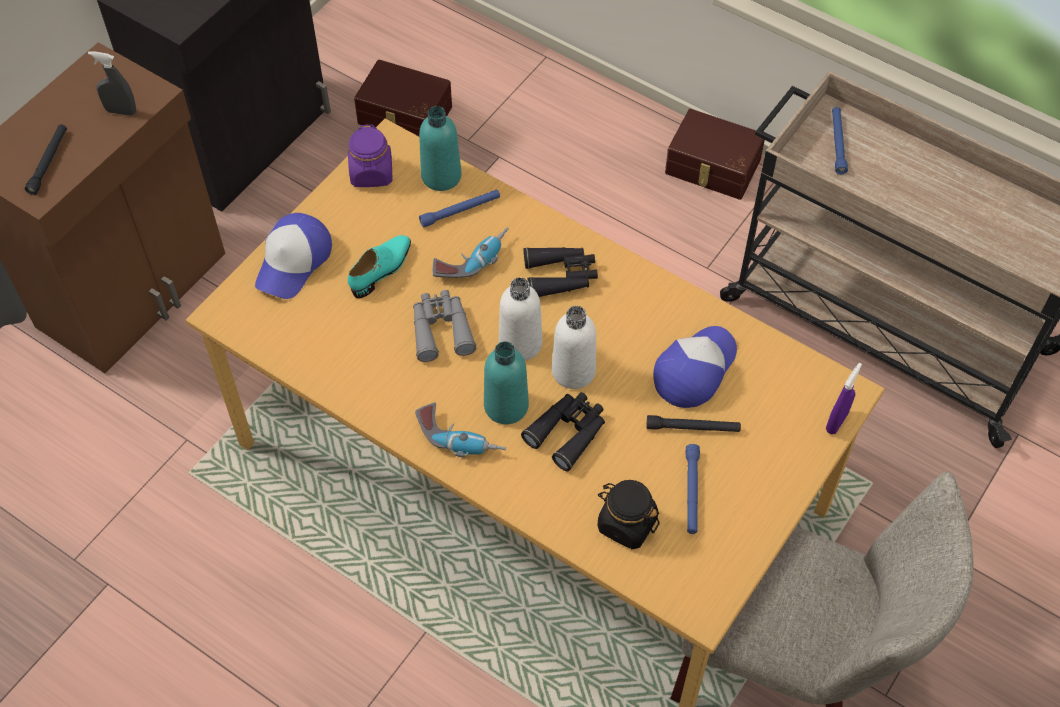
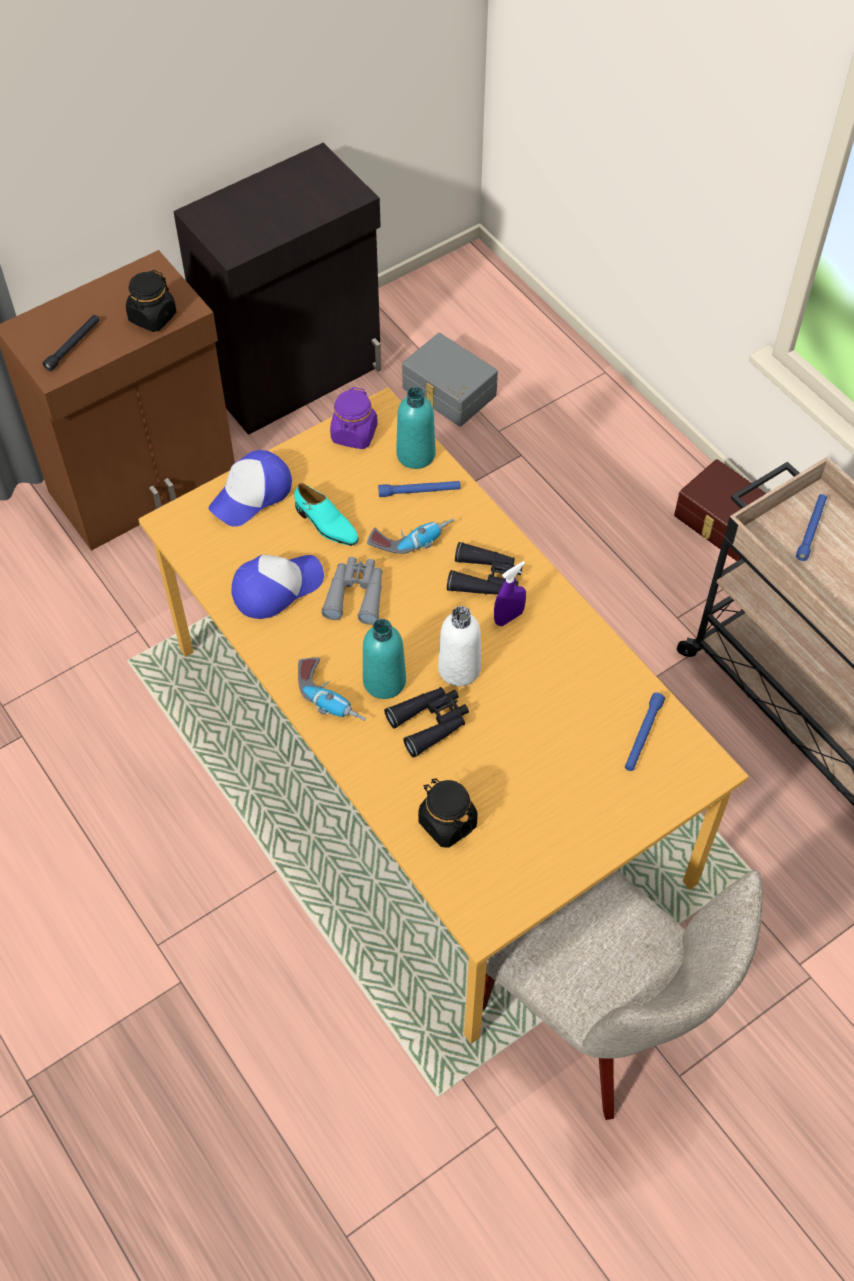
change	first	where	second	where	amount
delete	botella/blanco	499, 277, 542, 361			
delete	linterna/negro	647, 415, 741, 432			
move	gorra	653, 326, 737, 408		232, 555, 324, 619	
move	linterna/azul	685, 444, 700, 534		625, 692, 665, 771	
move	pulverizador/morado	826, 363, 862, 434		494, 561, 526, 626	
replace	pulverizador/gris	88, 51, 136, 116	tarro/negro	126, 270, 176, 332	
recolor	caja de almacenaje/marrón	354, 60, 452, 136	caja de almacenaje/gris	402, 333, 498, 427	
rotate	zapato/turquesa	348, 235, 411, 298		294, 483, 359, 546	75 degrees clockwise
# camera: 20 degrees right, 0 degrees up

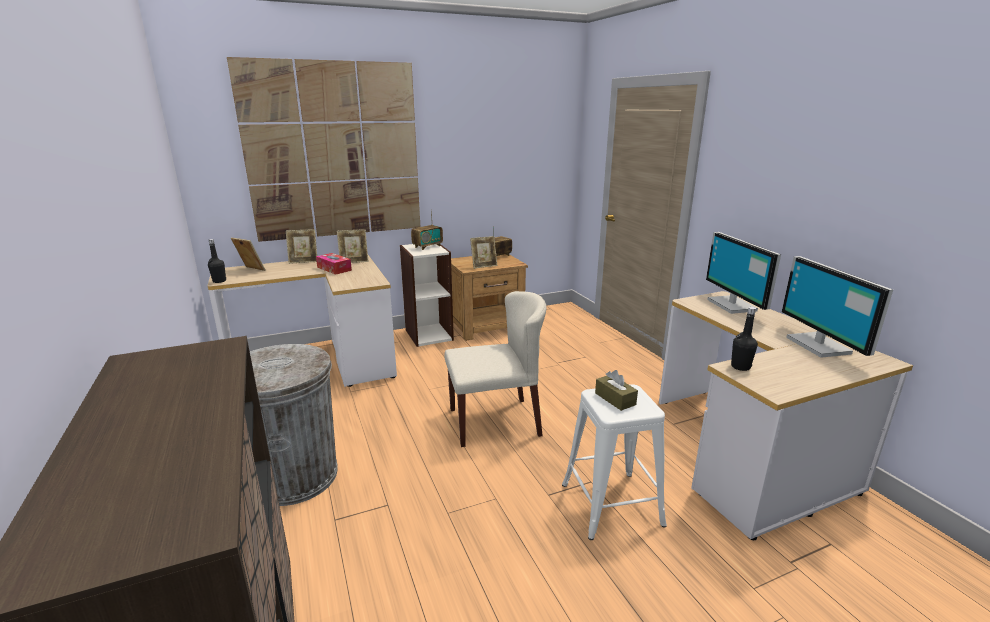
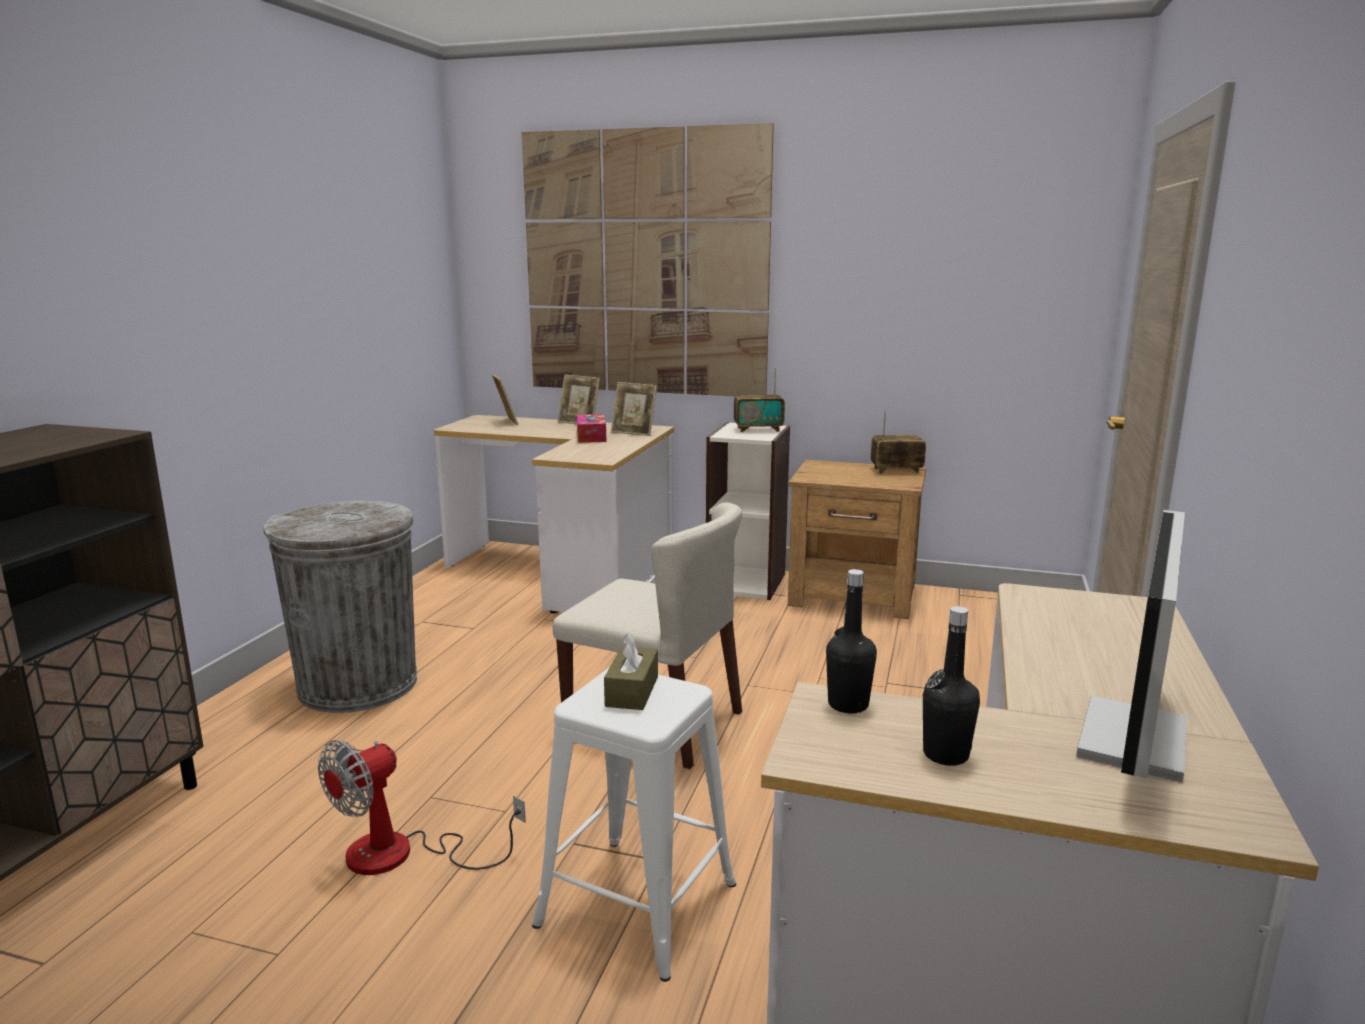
change	first	where	second	where	amount
delete	portarretratos	470, 236, 498, 269			
delete	monitor	706, 232, 781, 314			
insert			ventilador	318, 740, 526, 875	
move	botella/negro	208, 239, 226, 283		923, 606, 980, 766	
# camera: 40 degrees right, 5 degrees down

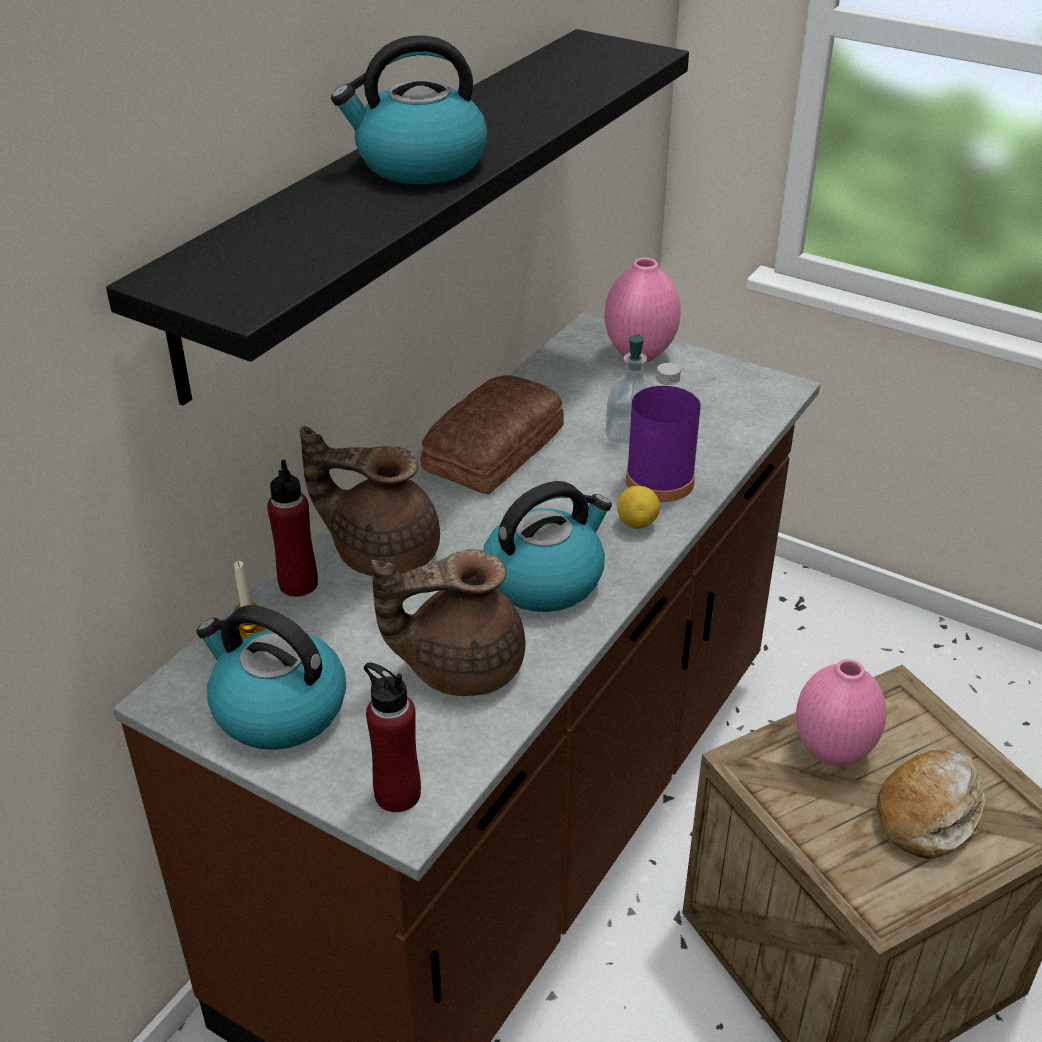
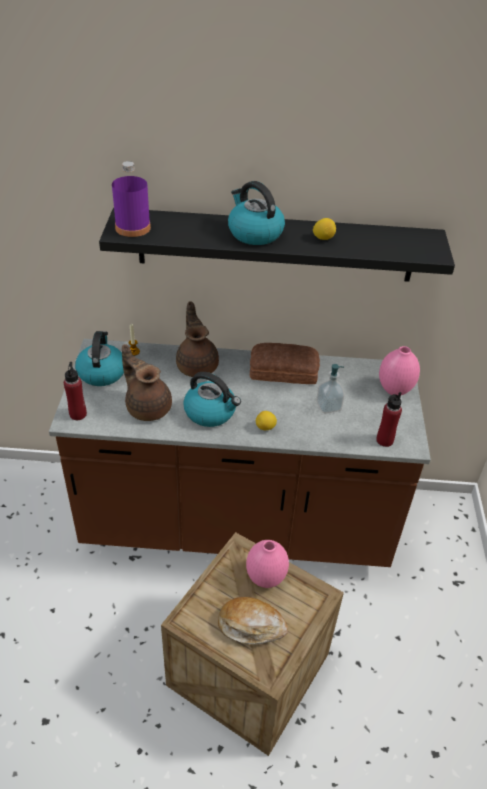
change	first	where	second	where	amount
insert			limón	313, 218, 336, 240	
move	botella/rojo	267, 460, 318, 597		376, 392, 402, 447	
move	botella/morado	626, 363, 700, 502		112, 161, 151, 237	
# camera: 60 degrees right, 5 degrees up

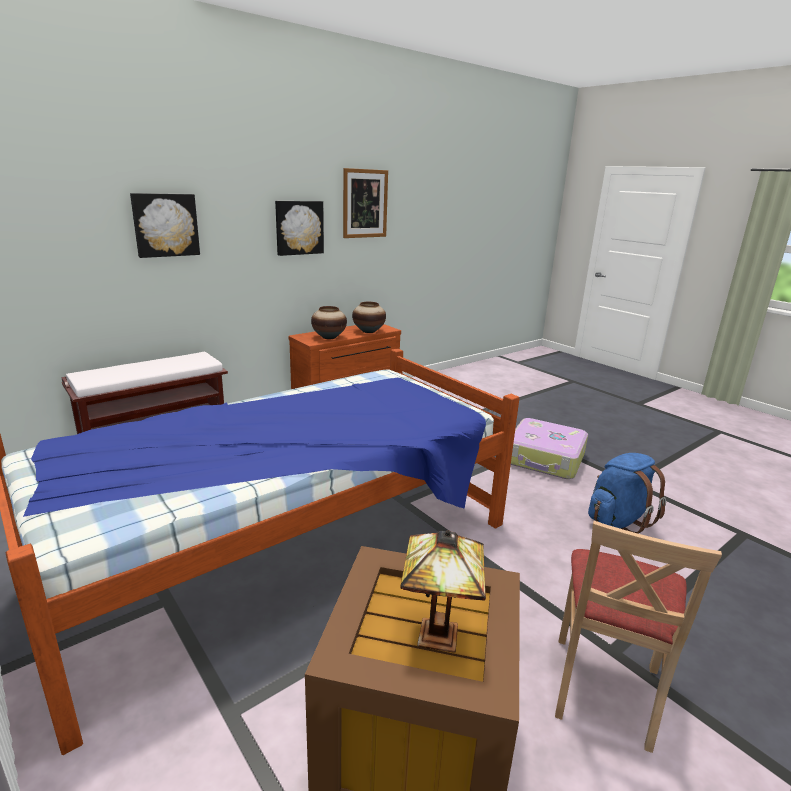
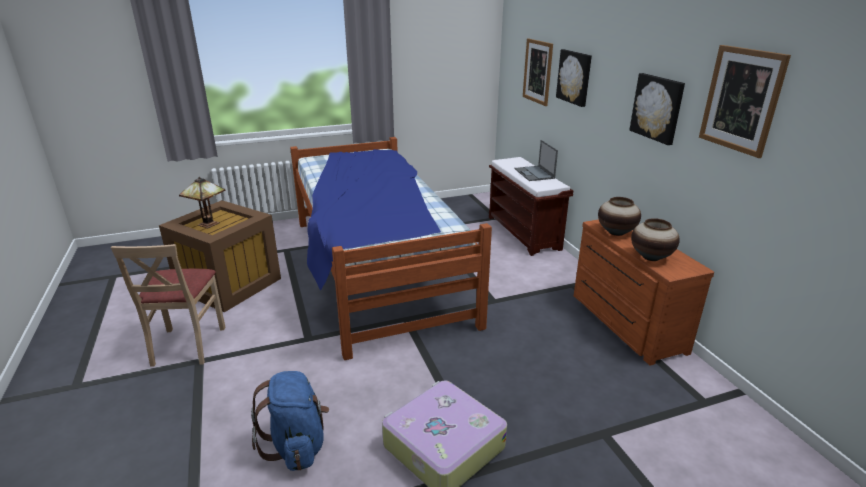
change	first	where	second	where	amount
insert			portátil	514, 140, 558, 181	
insert			cuadro	523, 38, 553, 106	
rotate	silla/beis	555, 521, 722, 753		111, 244, 225, 367	135 degrees counterclockwise
# camera: 110 degrees right, 5 degrees up

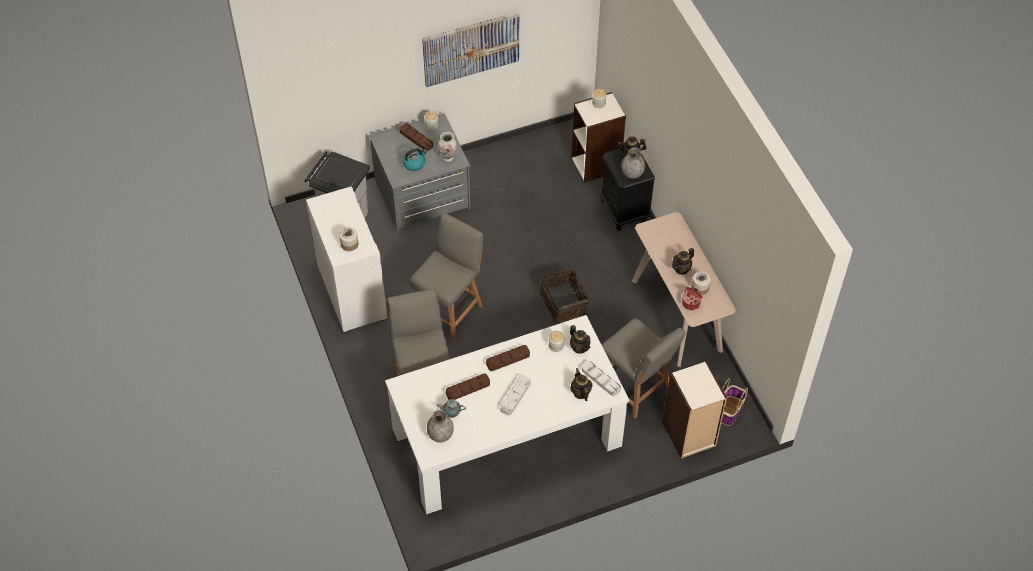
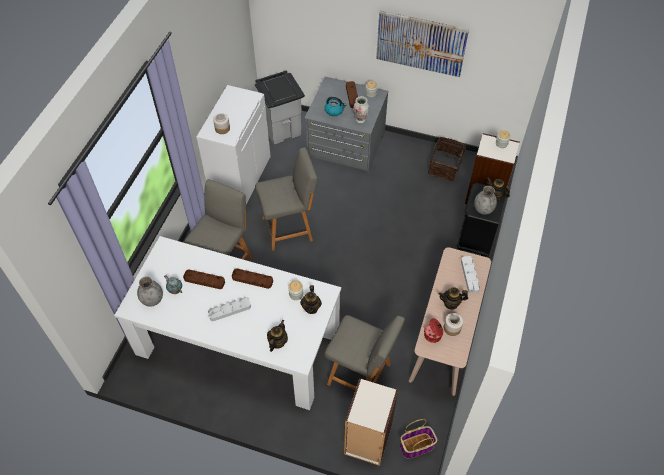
change	first	where	second	where	amount
move	cesta	540, 268, 590, 323		428, 137, 471, 181	
move	bandeja/gris	582, 361, 621, 396		461, 256, 480, 294	
rotate	silla/gris	602, 318, 686, 419		325, 315, 405, 390	60 degrees counterclockwise
# camera: 40 degrees right, 0 degrees up

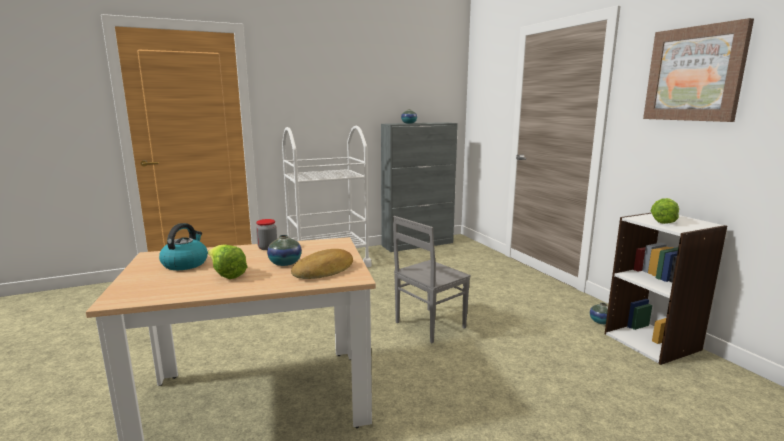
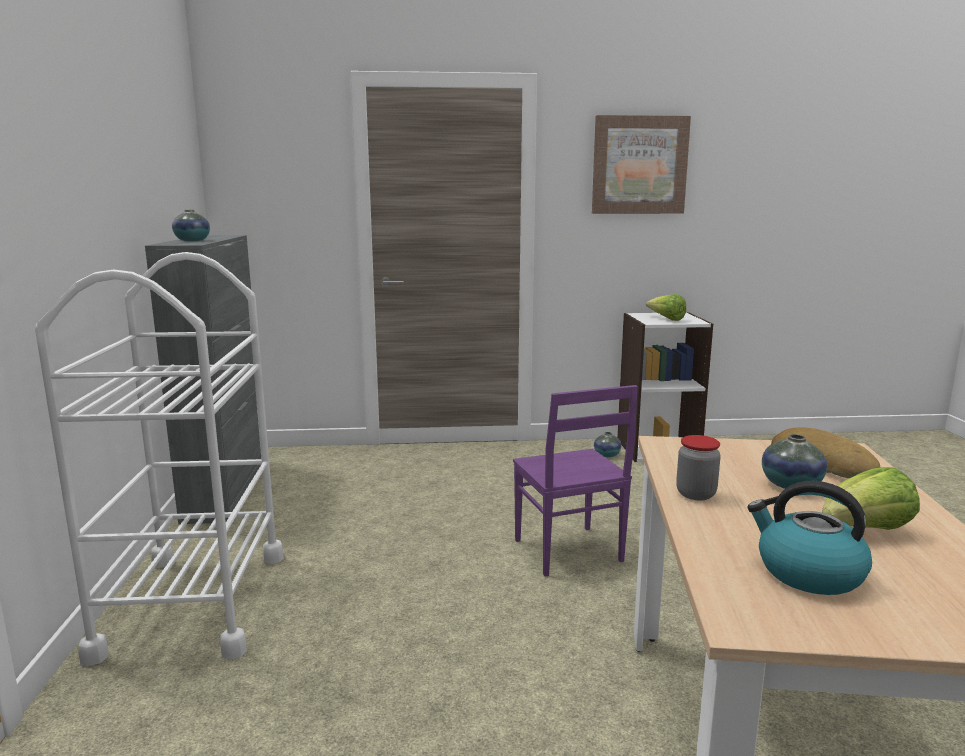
change	first	where	second	where	amount
recolor	silla/gris	393, 216, 471, 343	silla/morado	513, 385, 638, 576	
# camera: 70 degrees left, 0 degrees up

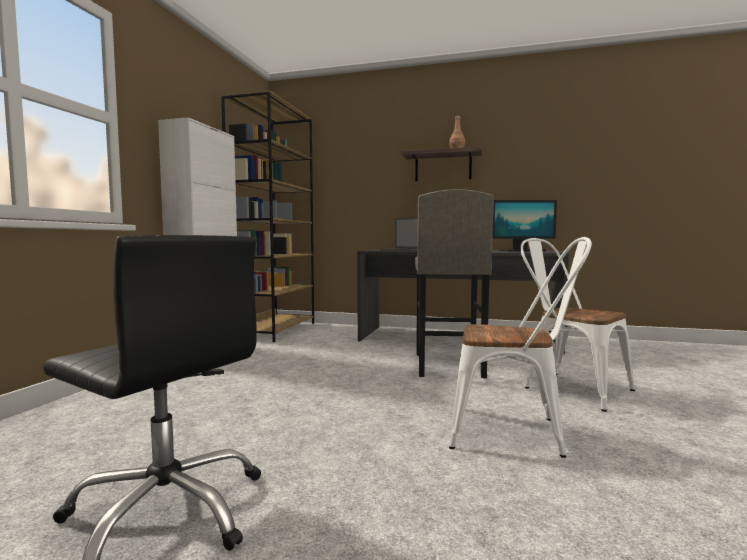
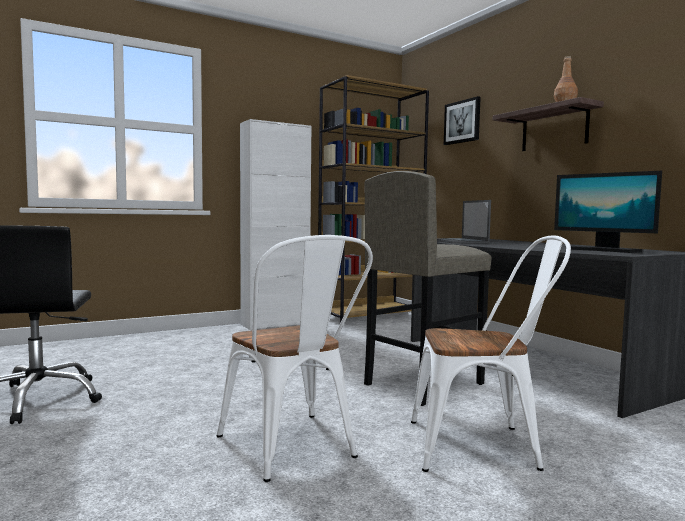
change	first	where	second	where	amount
insert			cuadro	444, 96, 481, 145	
rotate	silla/blanco	520, 238, 635, 412		411, 235, 571, 472	90 degrees clockwise
# camera: 45 degrees right, 0 degrees up

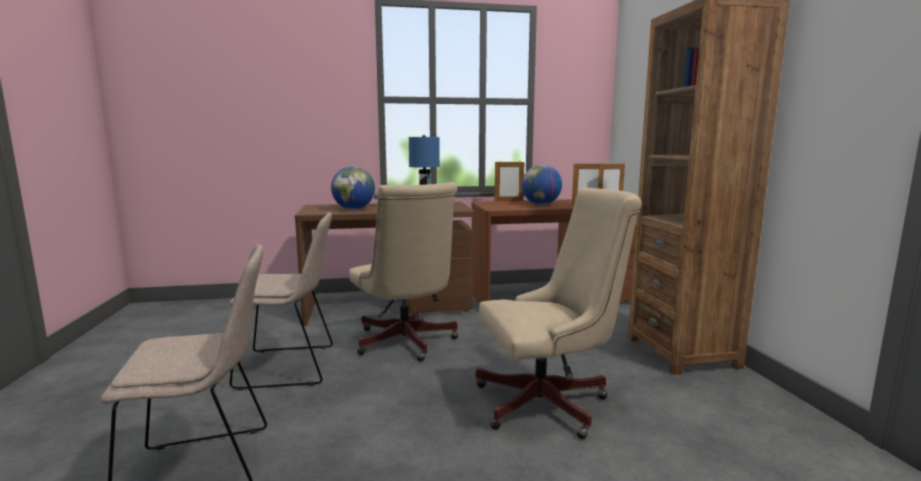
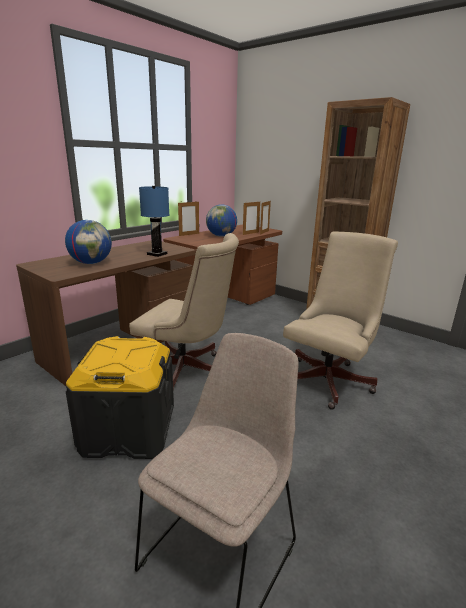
change	first	where	second	where	amount
replace	silla/beis	229, 212, 333, 390	caja de almacenaje/negro	66, 336, 174, 459	
# camera: 40 degrees left, 10 degrees up

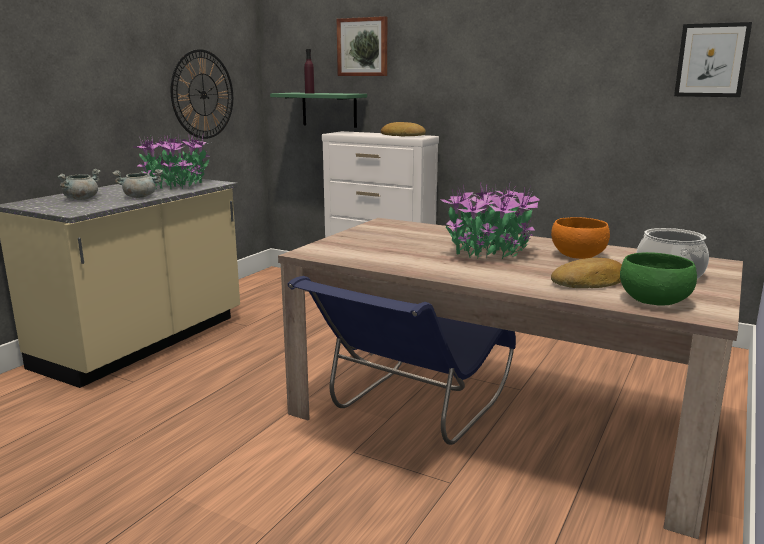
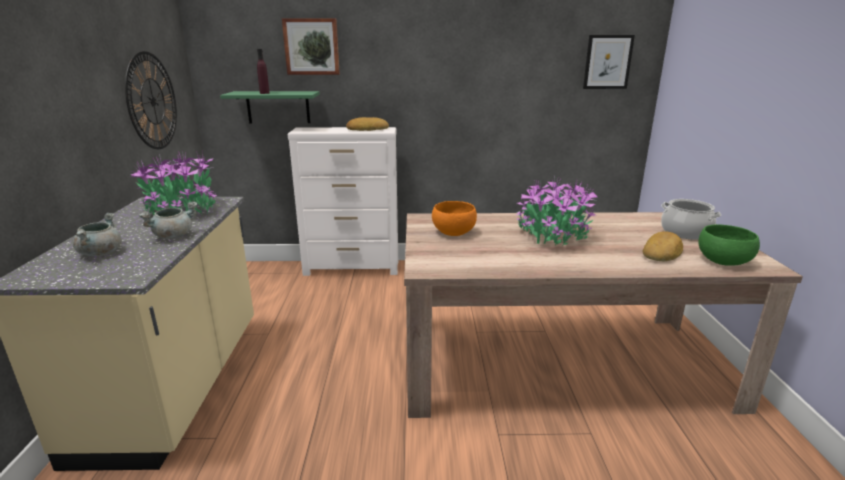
change	first	where	second	where	amount
delete	silla/azul	287, 276, 516, 445			
move	cuenco/naranja	551, 217, 610, 259		432, 201, 477, 236	
# camera: 30 degrees left, 5 degrees up

